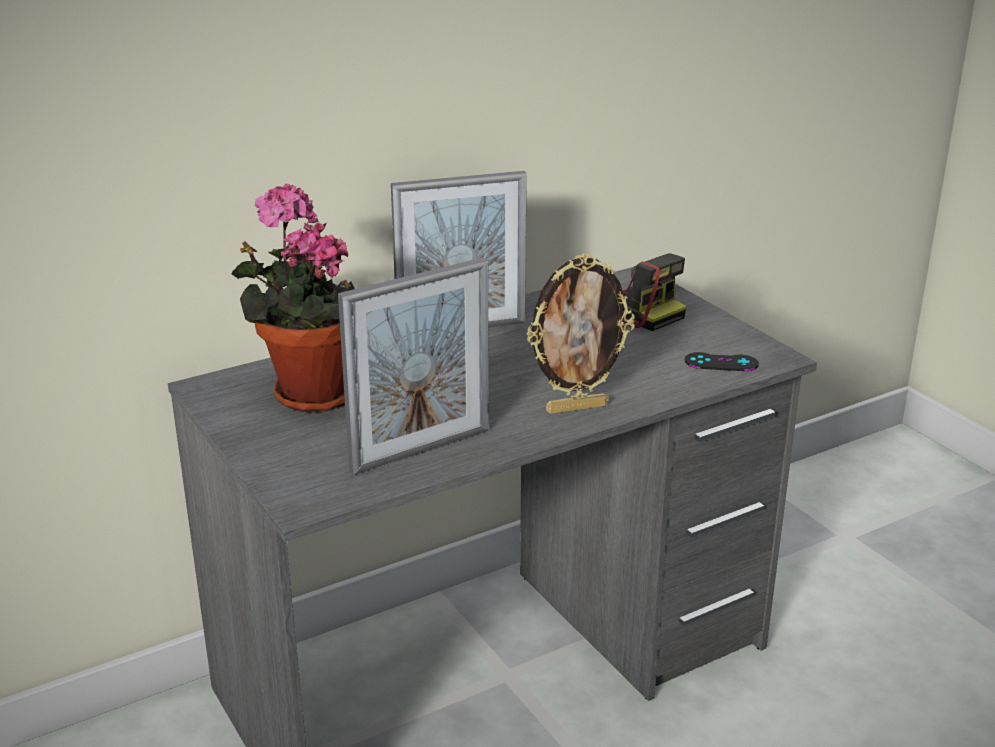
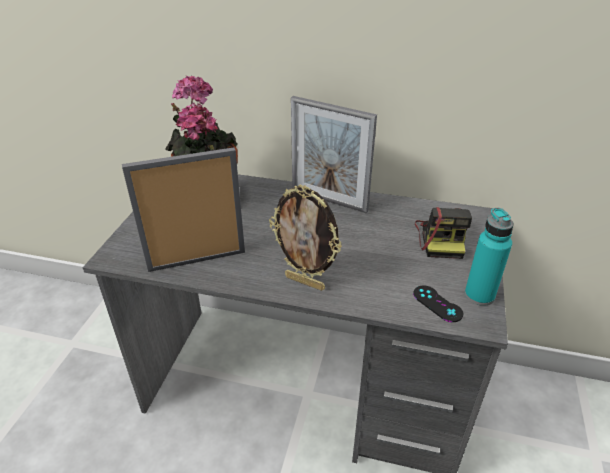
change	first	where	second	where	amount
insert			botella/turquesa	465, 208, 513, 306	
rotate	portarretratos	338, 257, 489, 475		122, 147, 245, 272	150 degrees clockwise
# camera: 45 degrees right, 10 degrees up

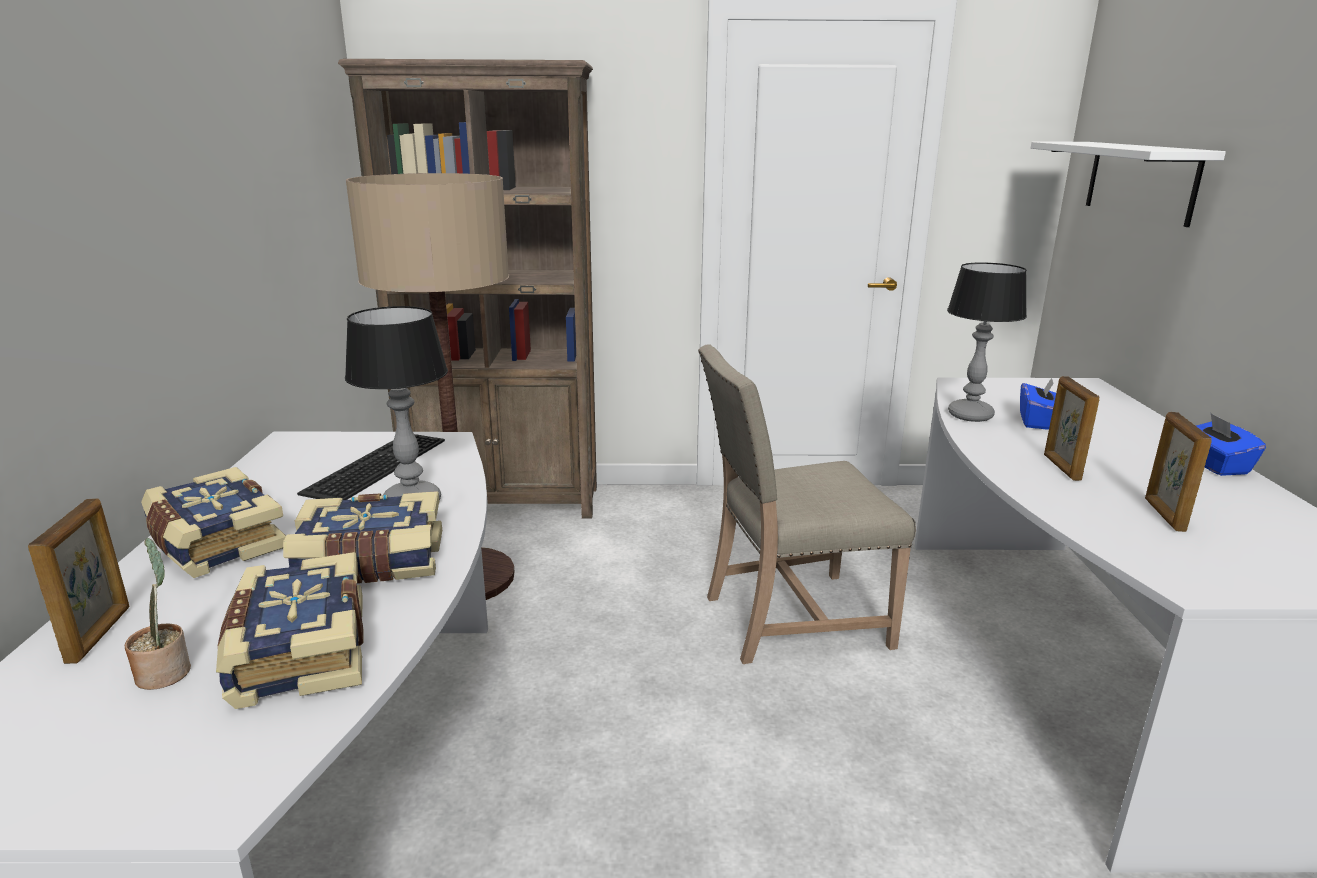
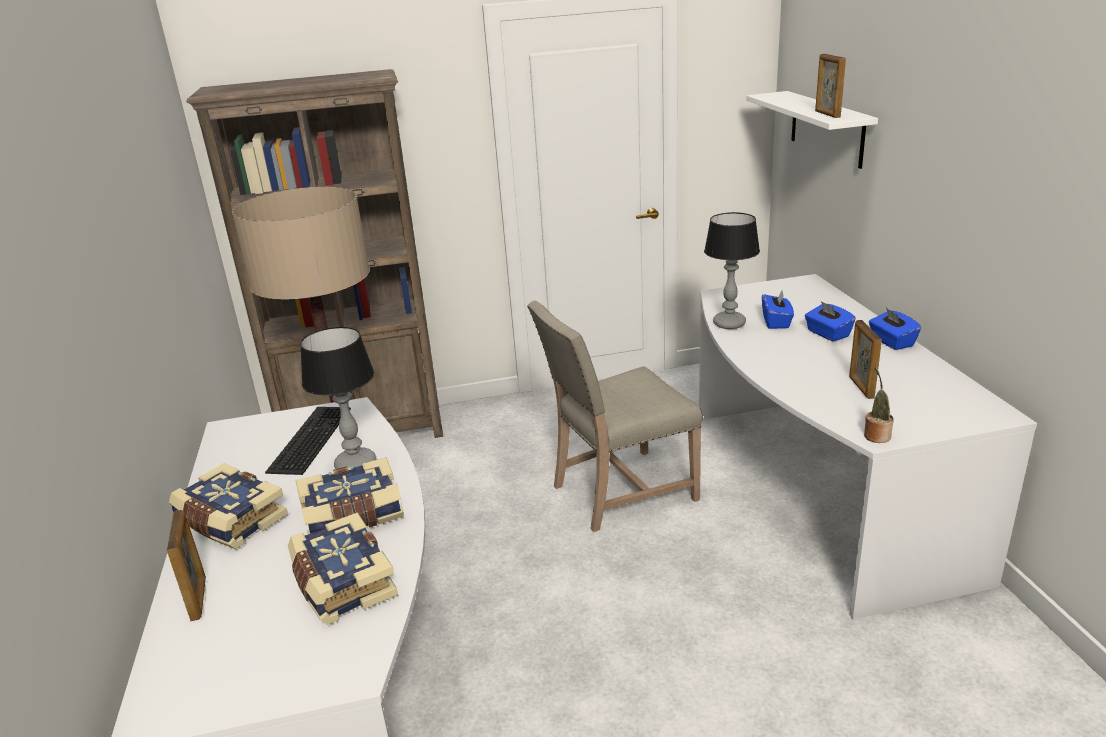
change	first	where	second	where	amount
insert			caja de pañuelos/azul	805, 301, 856, 342	
move	planta en maceta	125, 538, 191, 690		864, 367, 894, 443	
move	portarretratos	1044, 376, 1100, 481		815, 54, 846, 118	
# camera: 10 degrees left, 5 degrees up

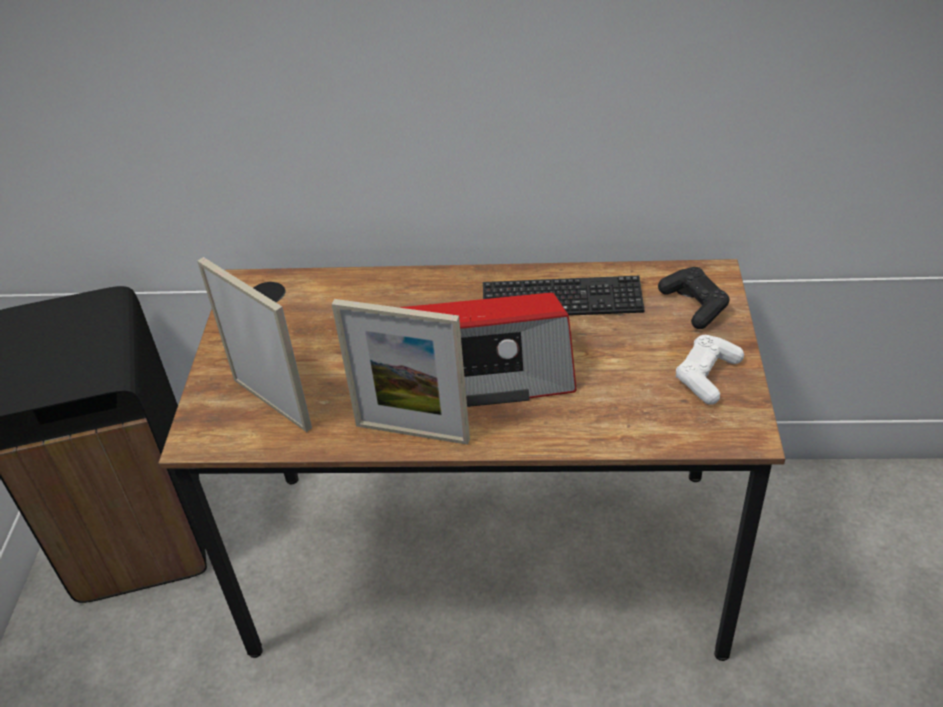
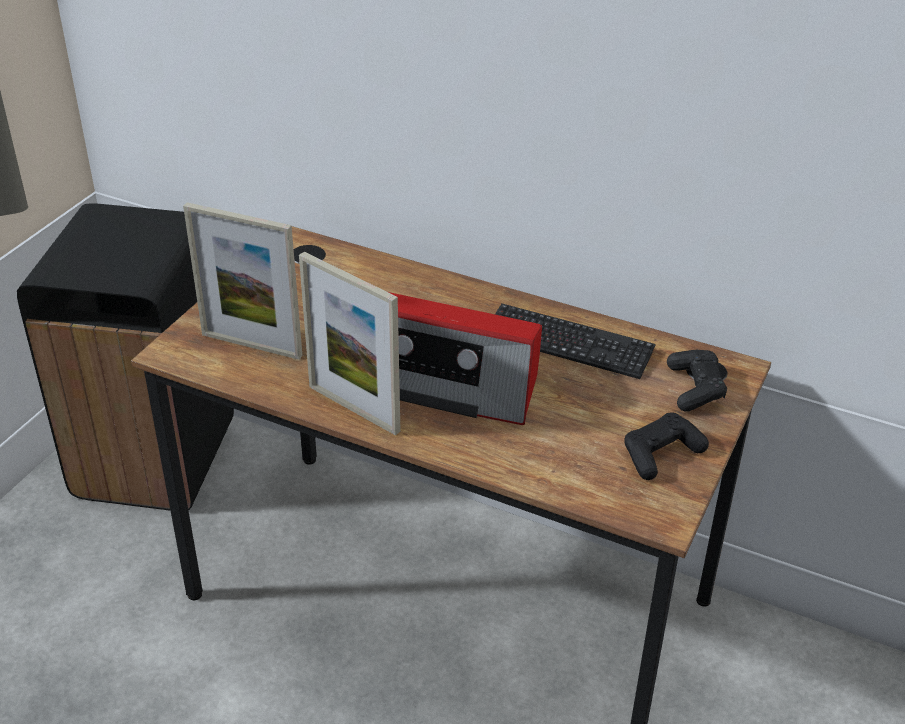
change	first	where	second	where	amount
recolor	mando de consola/blanco	676, 335, 744, 405	mando de consola/negro	624, 412, 709, 480	
rotate	portarretratos	197, 257, 312, 432		183, 202, 303, 360	135 degrees clockwise
# camera: 20 degrees right, 5 degrees down

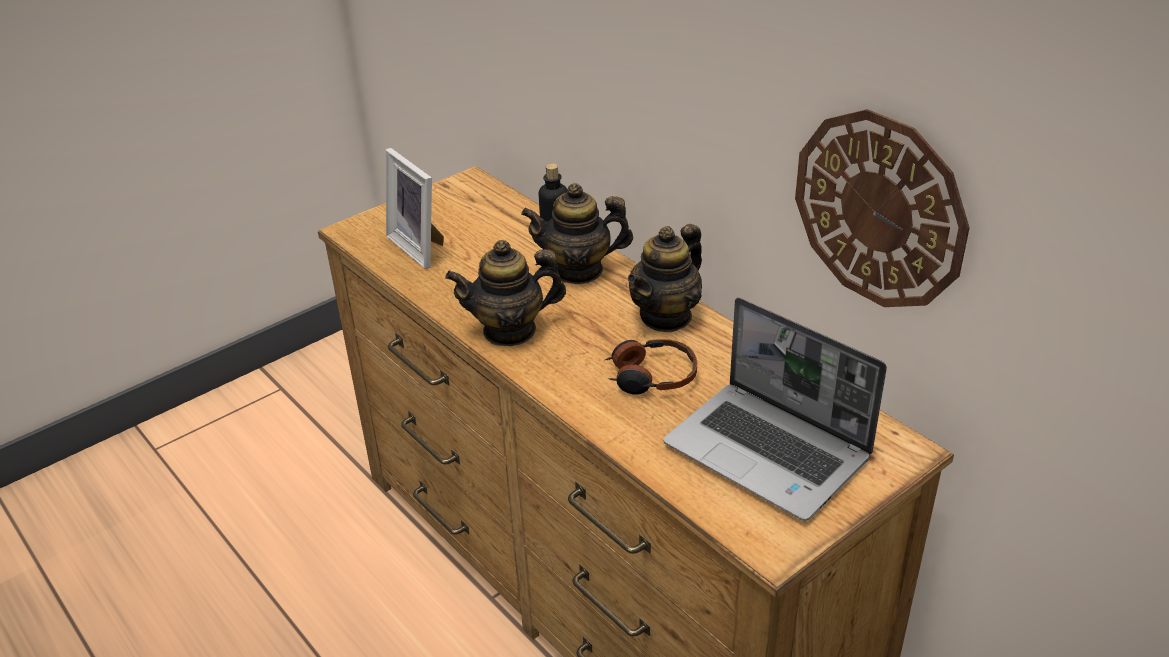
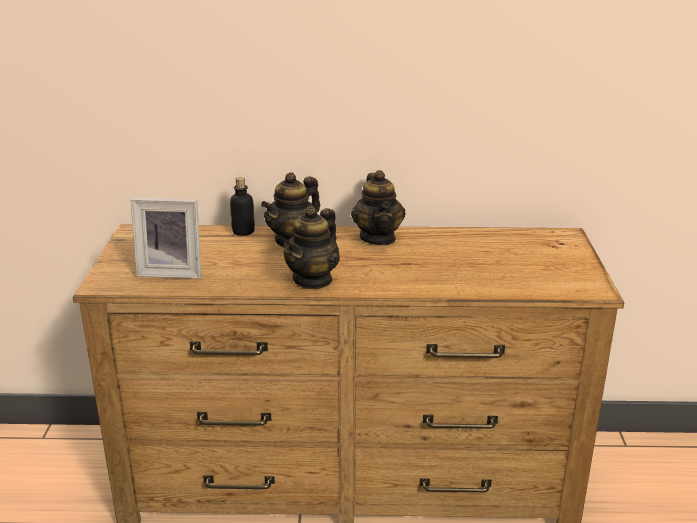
change	first	where	second	where	amount
delete	auriculares	605, 339, 697, 394			
delete	portátil	663, 297, 887, 521			
delete	reloj de pared	795, 109, 970, 307			
# camera: 50 degrees left, 10 degrees down

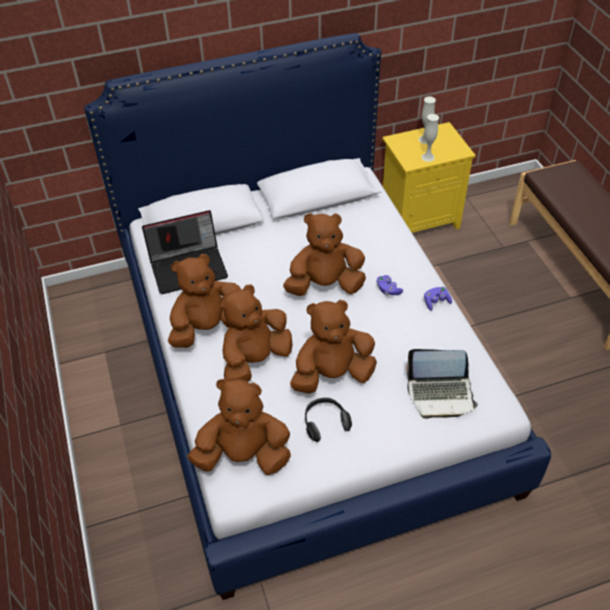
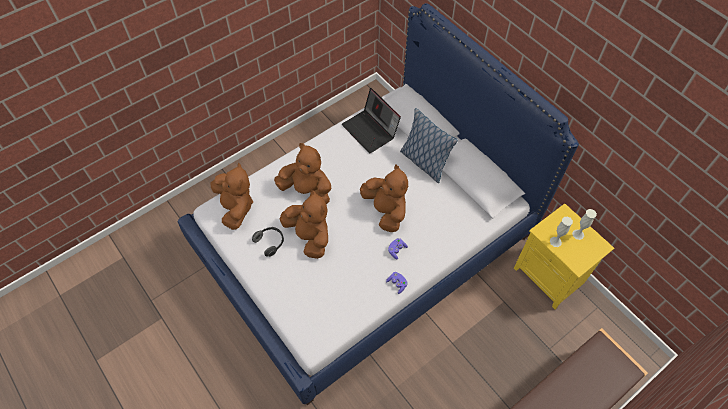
change	first	where	second	where	amount
delete	peluche/marrón	168, 254, 241, 348			
delete	portátil	406, 349, 478, 419			
insert			cojín	400, 108, 458, 183	
# camera: 70 degrees right, 10 degrees up

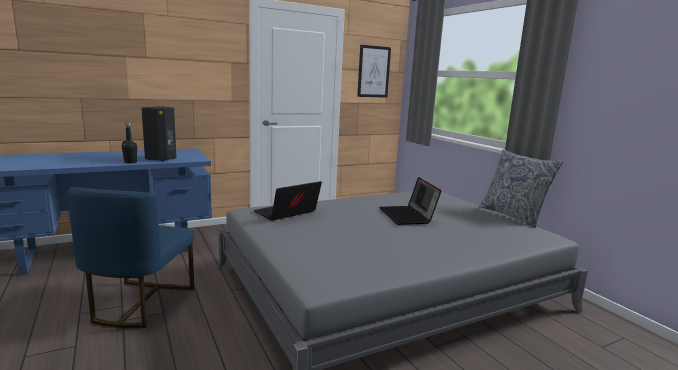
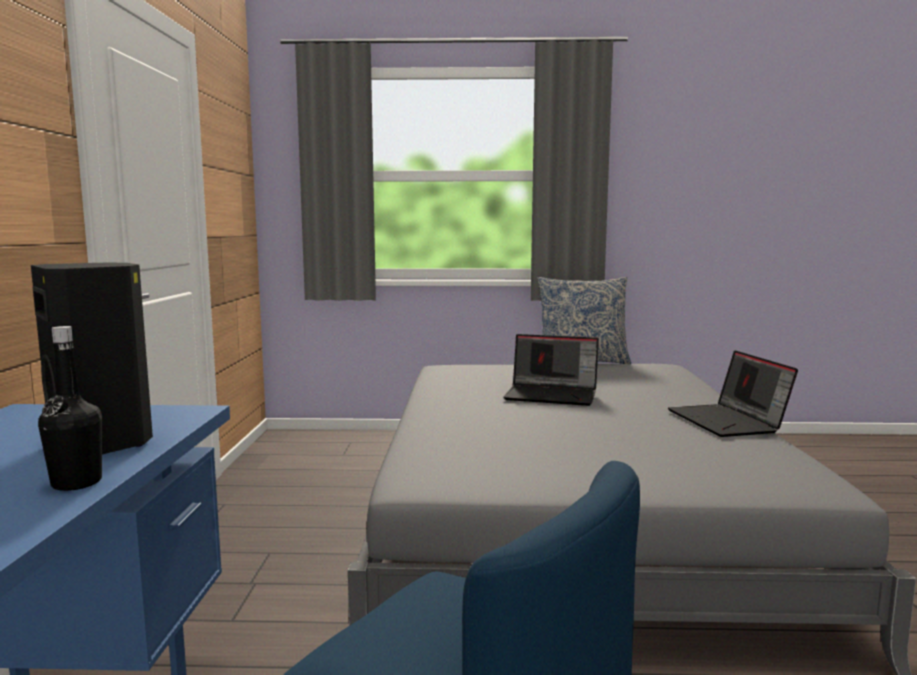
change	first	where	second	where	amount
delete	cuadro	357, 45, 391, 98			
move	portátil	253, 181, 322, 221		668, 350, 798, 437	
# camera: 60 degrees left, 5 degrees down

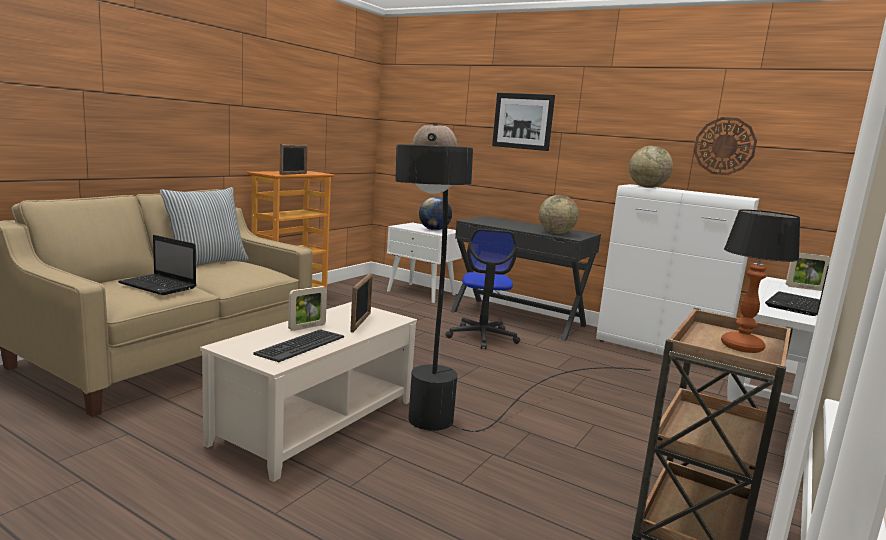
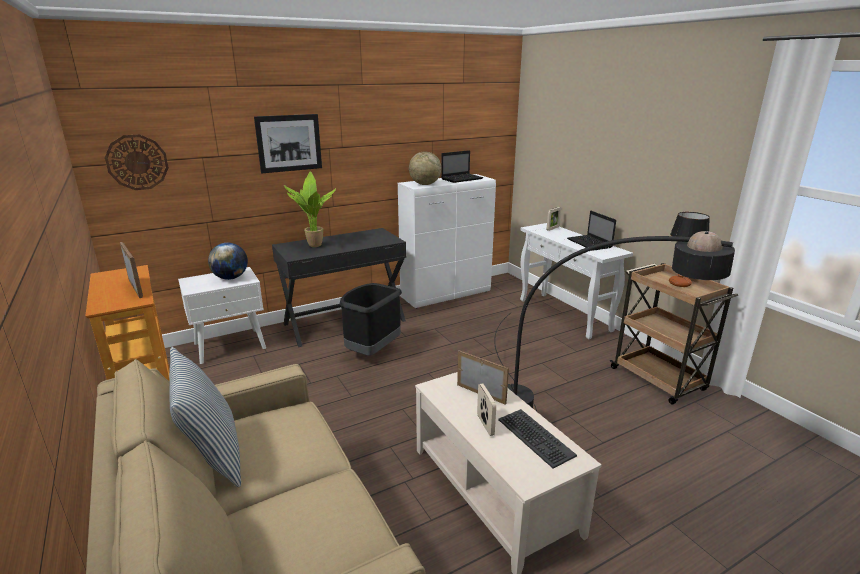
change	first	where	second	where	amount
delete	globo terráqueo	539, 195, 579, 234			
insert			planta en maceta	284, 171, 336, 247	
move	portátil	118, 235, 196, 295		441, 150, 483, 183	
move	reloj de pared	694, 117, 757, 175		105, 134, 169, 190	
replace	silla de oficina	446, 229, 520, 349	papelera/negro	340, 283, 402, 356	
# camera: 60 degrees left, 10 degrees up

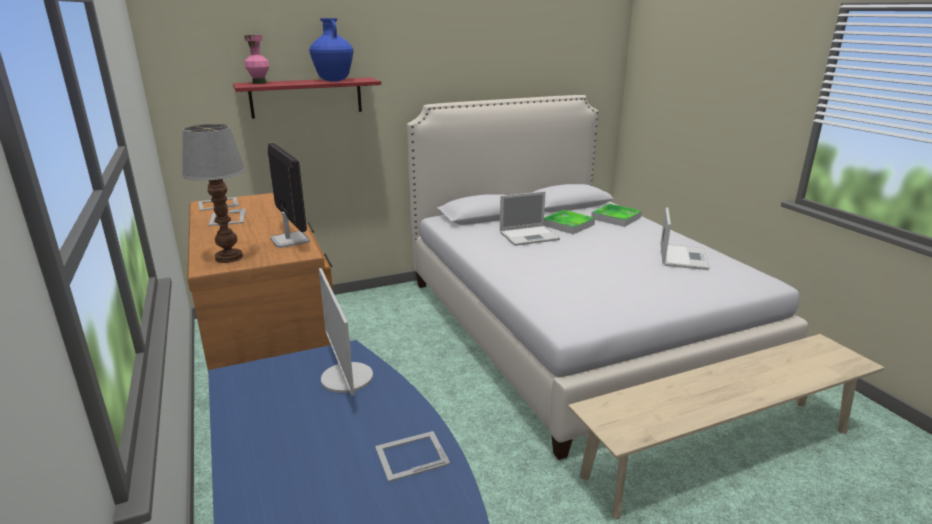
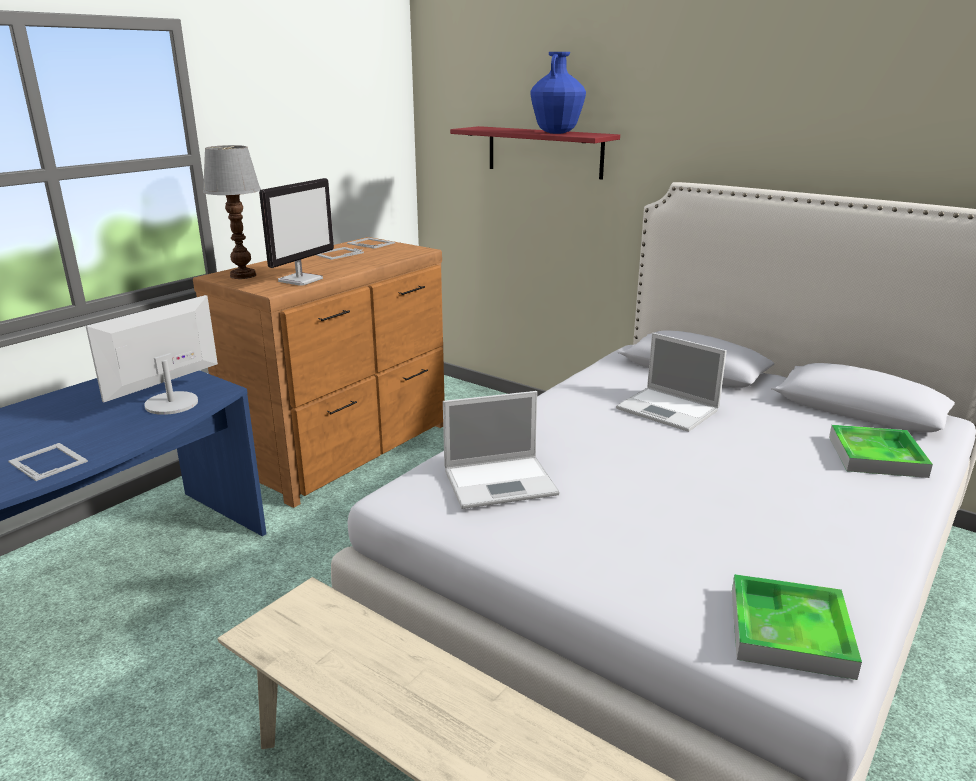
change	first	where	second	where	amount
delete	florero/rosa	244, 35, 270, 84			
move	bandeja	544, 210, 595, 234		732, 574, 862, 680	
move	portátil	661, 207, 709, 270		443, 391, 560, 509	
# camera: 60 degrees right, 0 degrees up

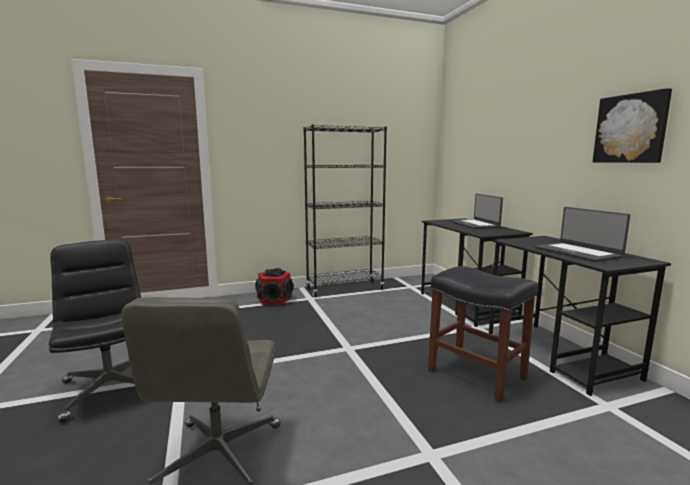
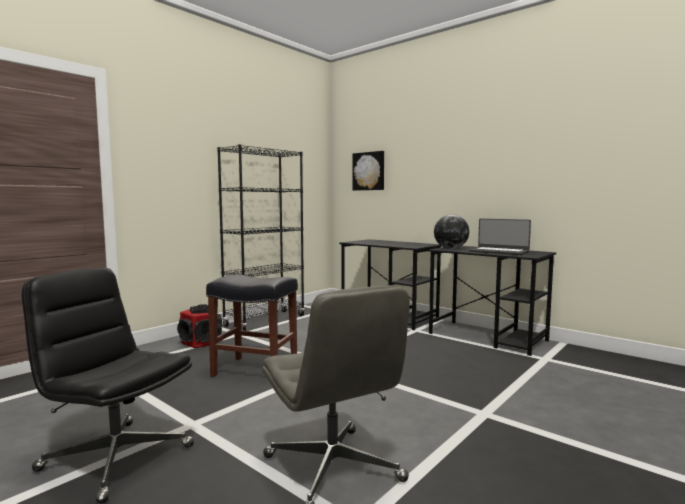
change	first	where	second	where	amount
delete	portátil	451, 194, 503, 229			
insert			globo terráqueo	434, 215, 469, 249	
move	taburete/negro	428, 266, 538, 403		206, 274, 298, 377	
move	cuadro	593, 88, 672, 163		352, 151, 384, 191	
# camera: 30 degrees left, 5 degrees down

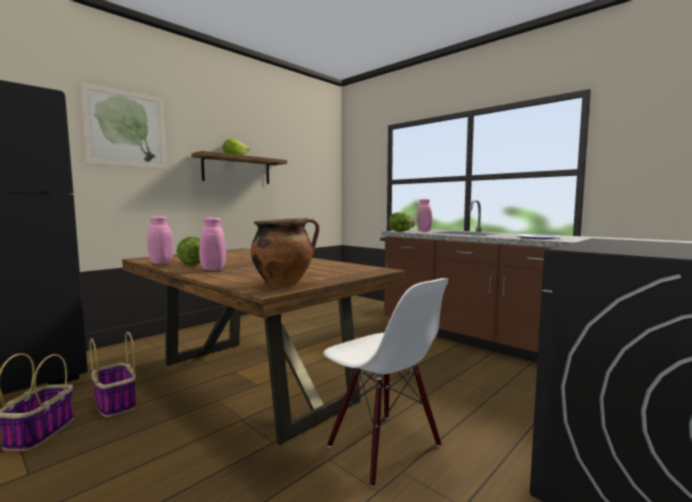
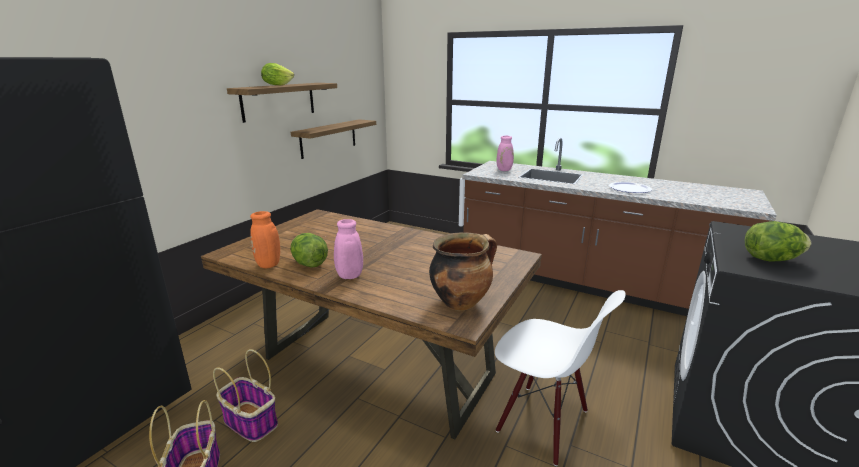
change	first	where	second	where	amount
delete	cuadro	80, 82, 167, 169			
insert			estante	291, 119, 376, 159	
move	lechuga	389, 212, 416, 232		745, 221, 811, 261	
recolor	florero/rosa	147, 216, 173, 264	florero/naranja	250, 211, 280, 268	
# camera: 15 degrees left, 15 degrees up

